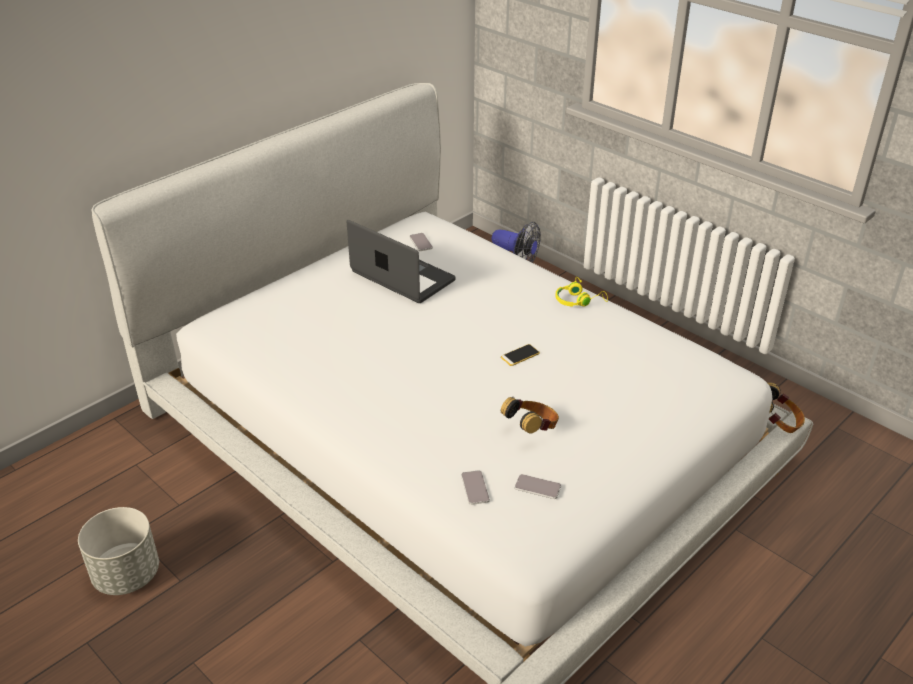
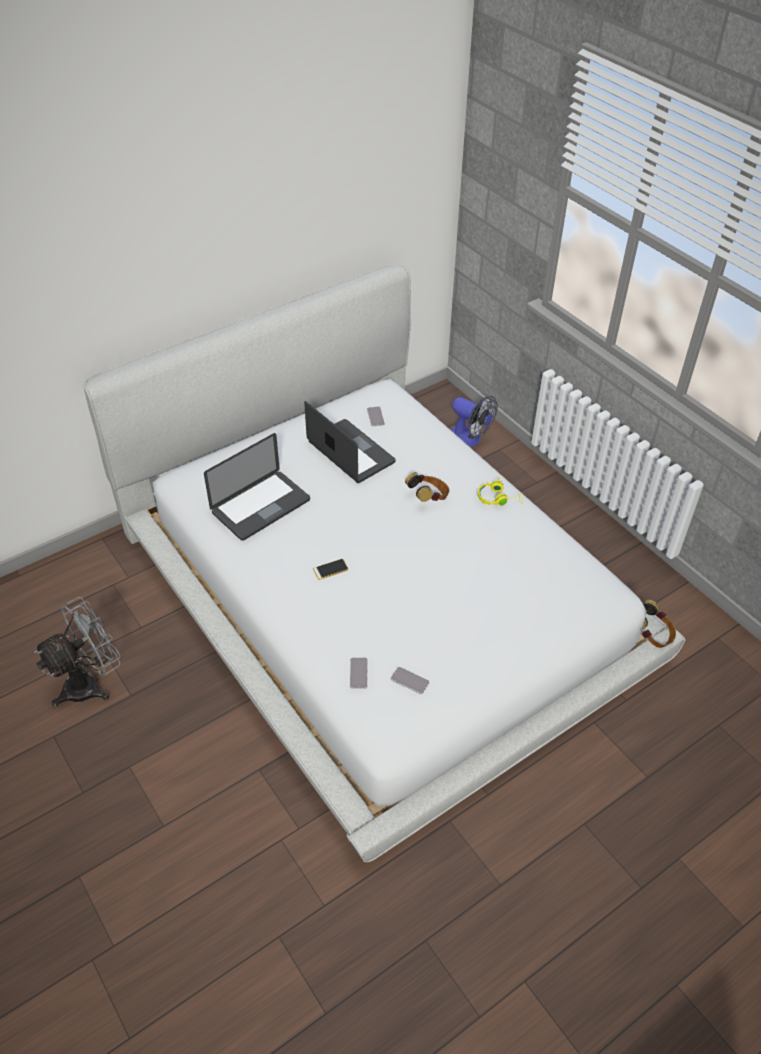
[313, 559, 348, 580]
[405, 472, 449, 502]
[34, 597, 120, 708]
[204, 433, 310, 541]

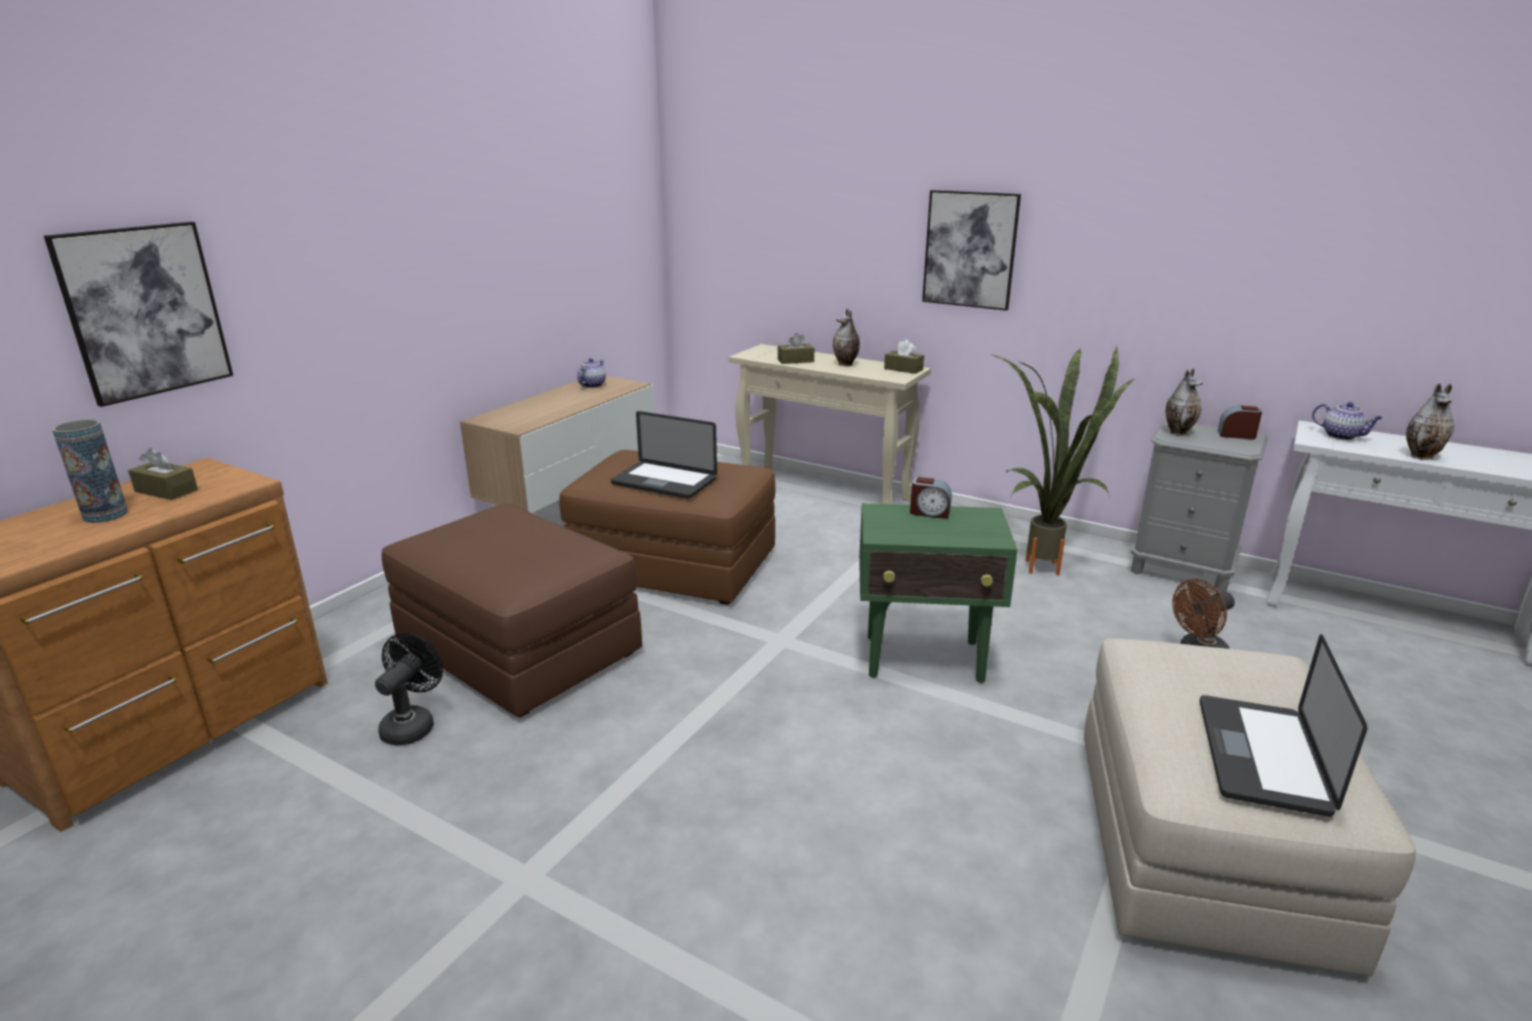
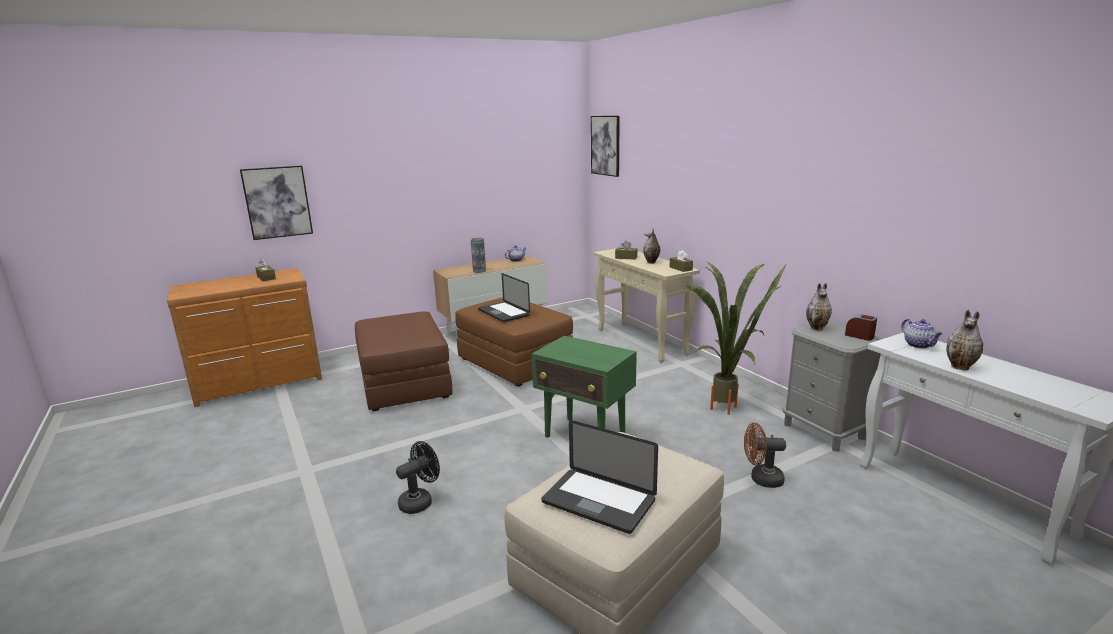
[591, 116, 620, 177]
[471, 238, 486, 273]
[910, 477, 952, 519] (first image)
[396, 441, 440, 514]
[541, 420, 658, 534]

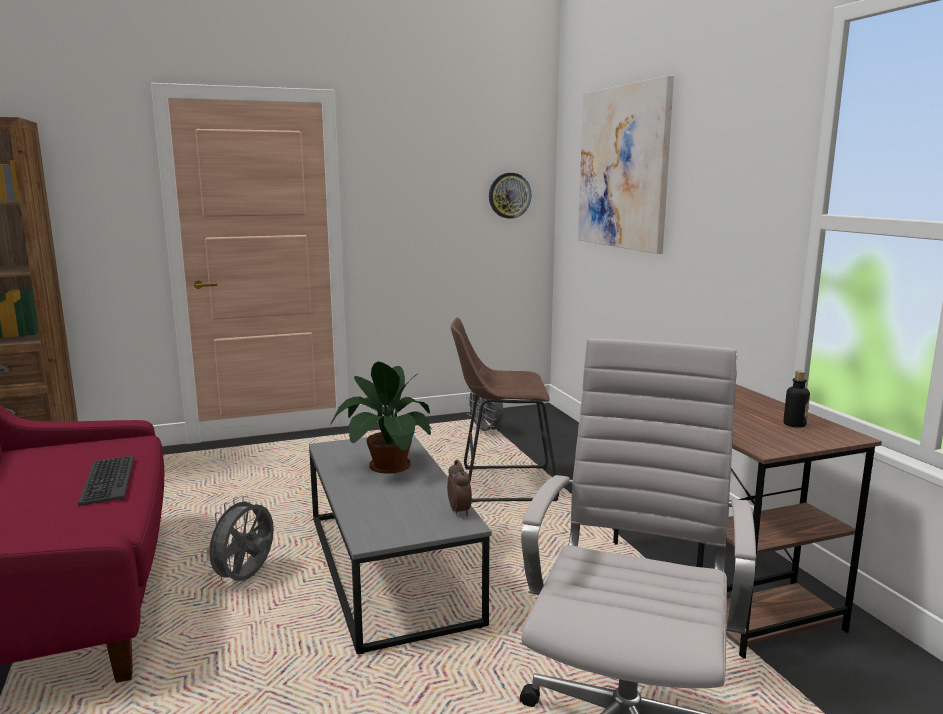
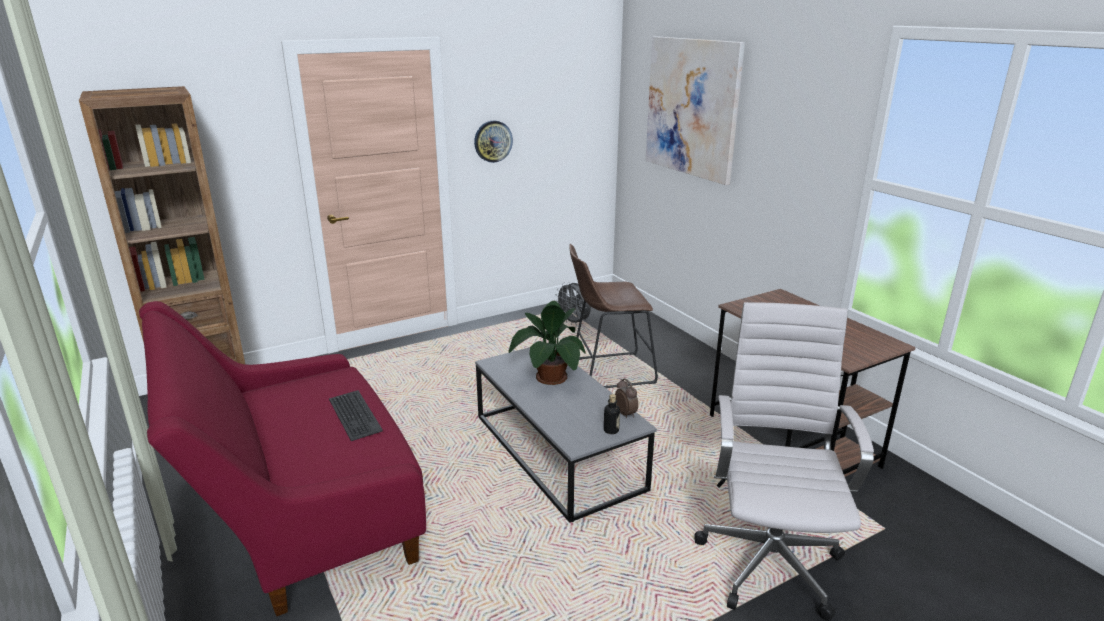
[474, 120, 513, 163]
[604, 394, 620, 434]
[202, 496, 274, 583] (first image)

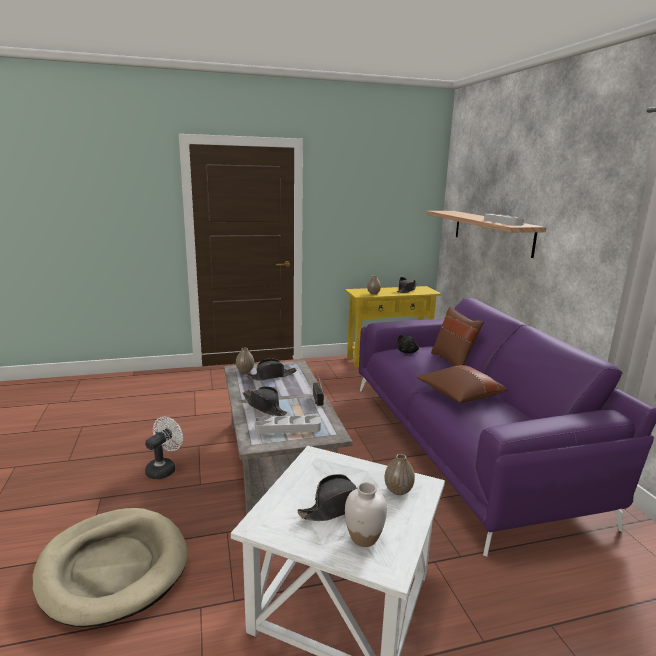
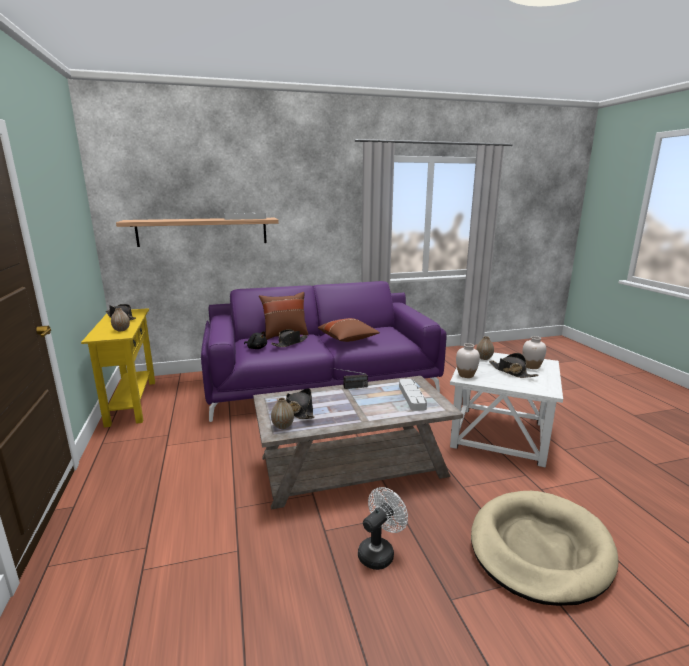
[271, 329, 308, 347]
[358, 487, 408, 570]
[456, 343, 480, 378]

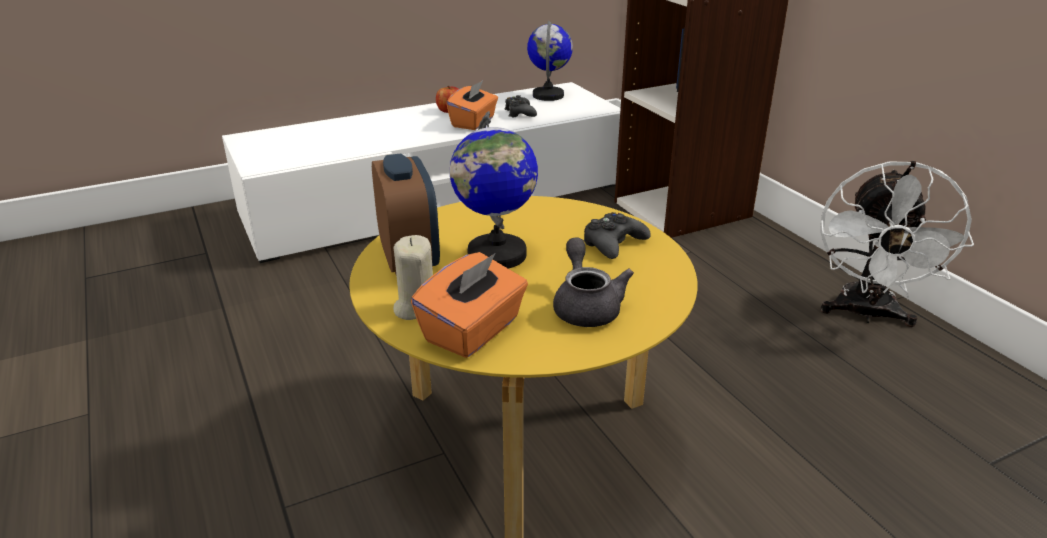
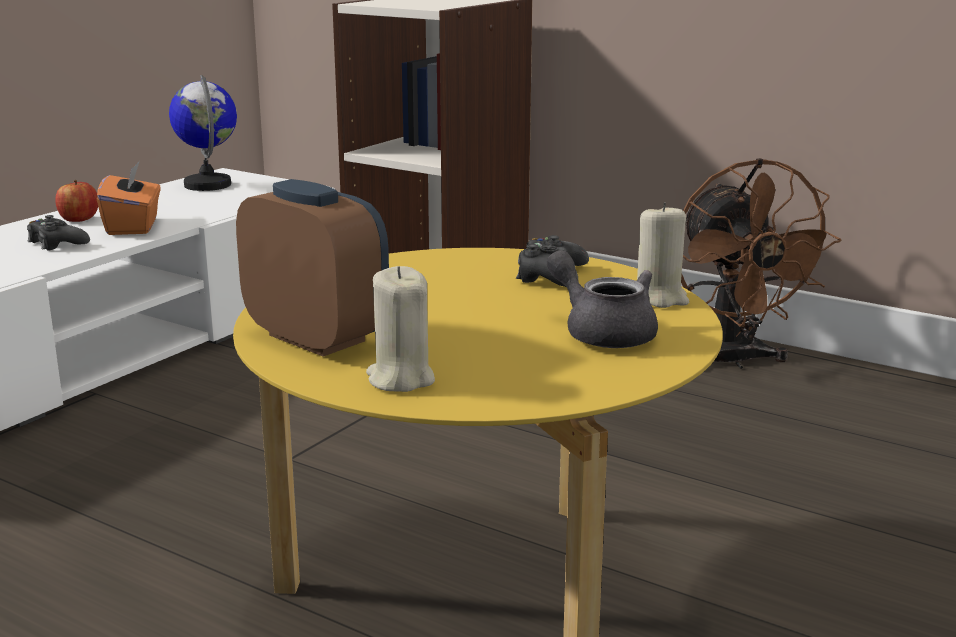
[27, 215, 90, 251]
[450, 111, 538, 269] (first image)
[681, 158, 841, 369]
[411, 252, 528, 358] (first image)
[637, 202, 689, 308]

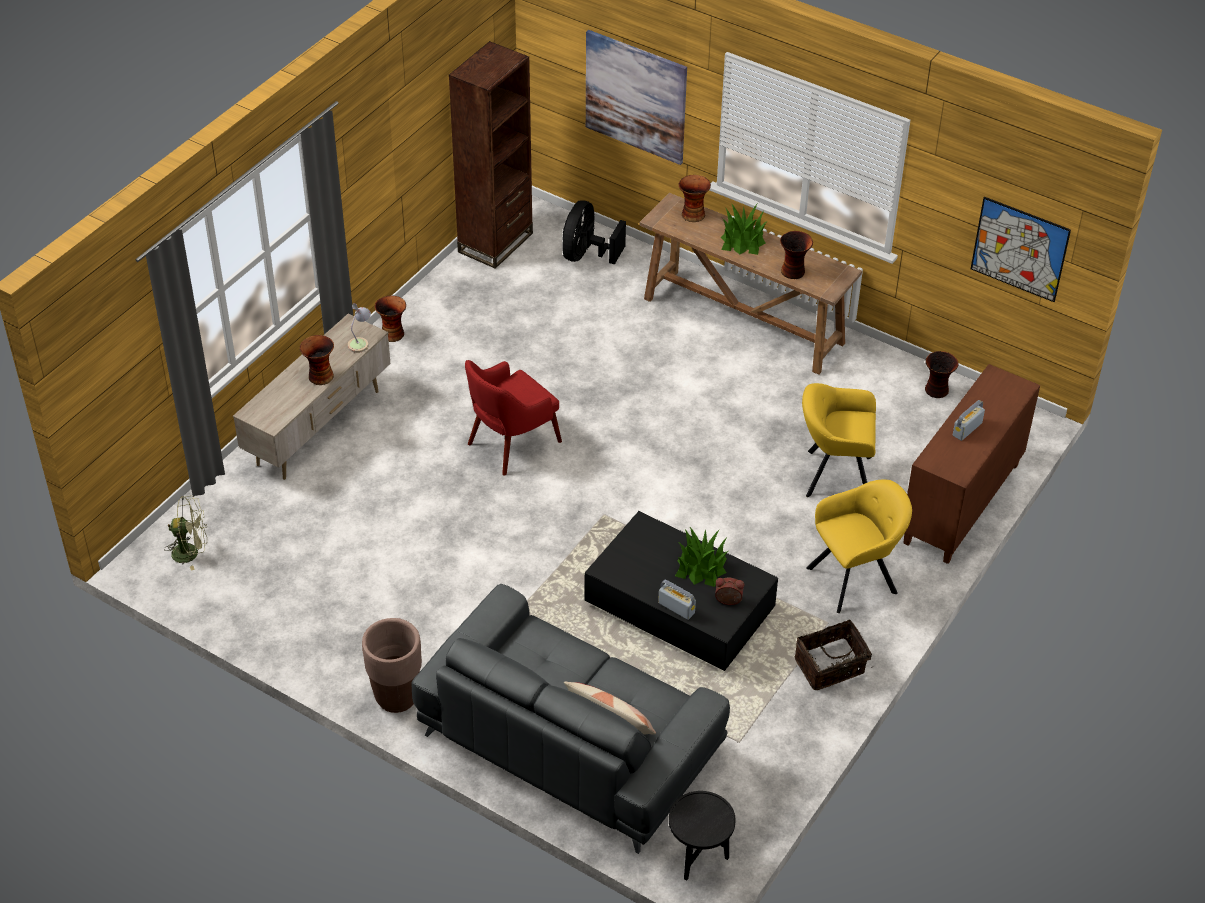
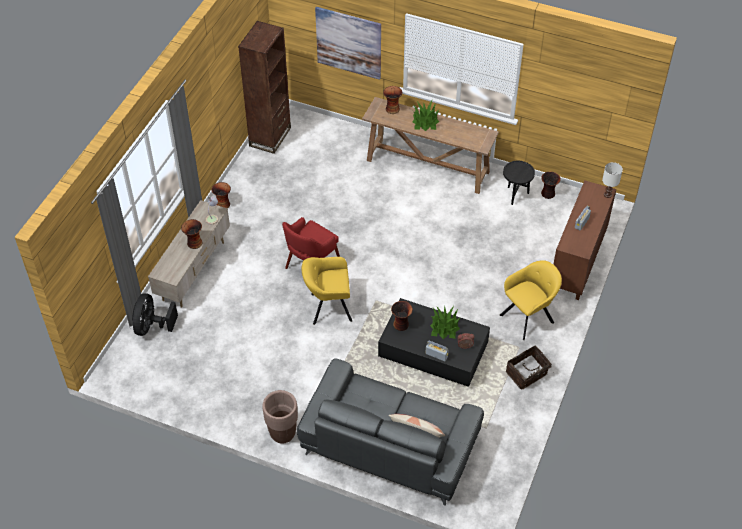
[971, 197, 1071, 302] (first image)
[132, 293, 178, 336]
[391, 301, 413, 331]
[301, 257, 352, 325]
[164, 496, 207, 571] (first image)
[503, 161, 535, 205]
[602, 162, 623, 198]

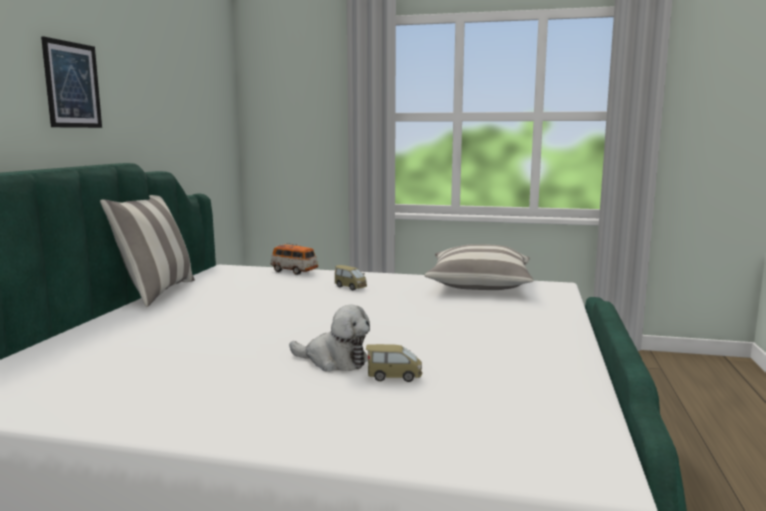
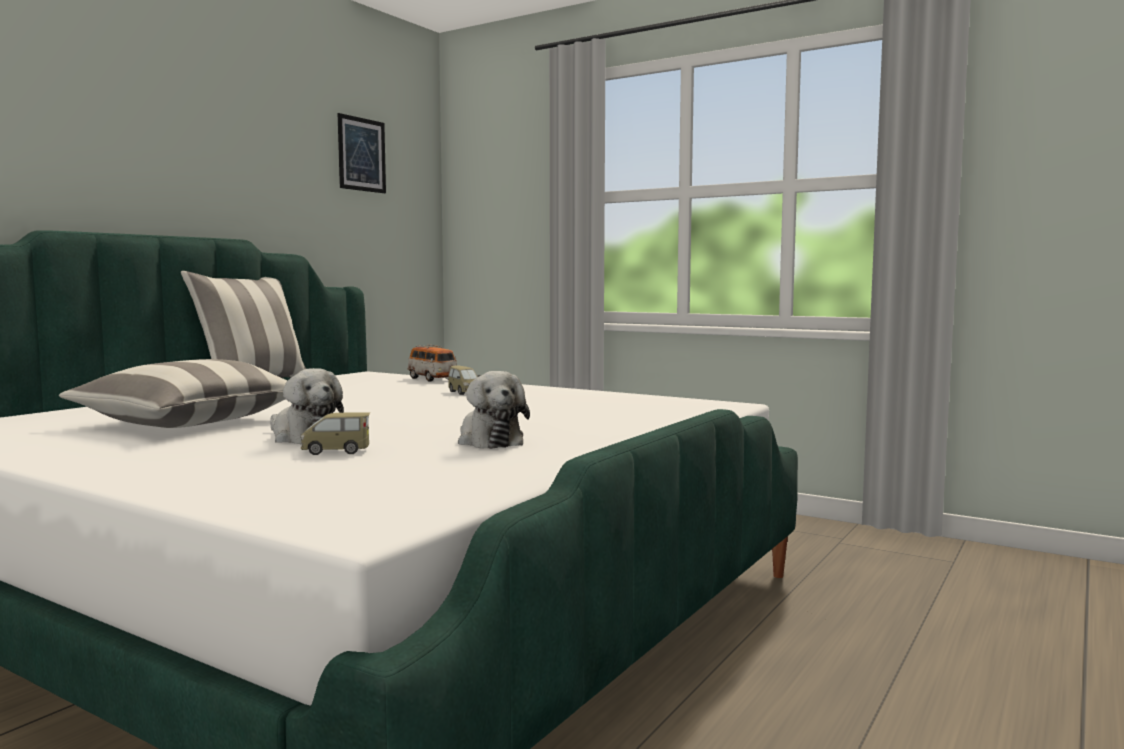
[338, 113, 386, 193]
[59, 359, 288, 428]
[301, 412, 370, 455]
[458, 371, 530, 449]

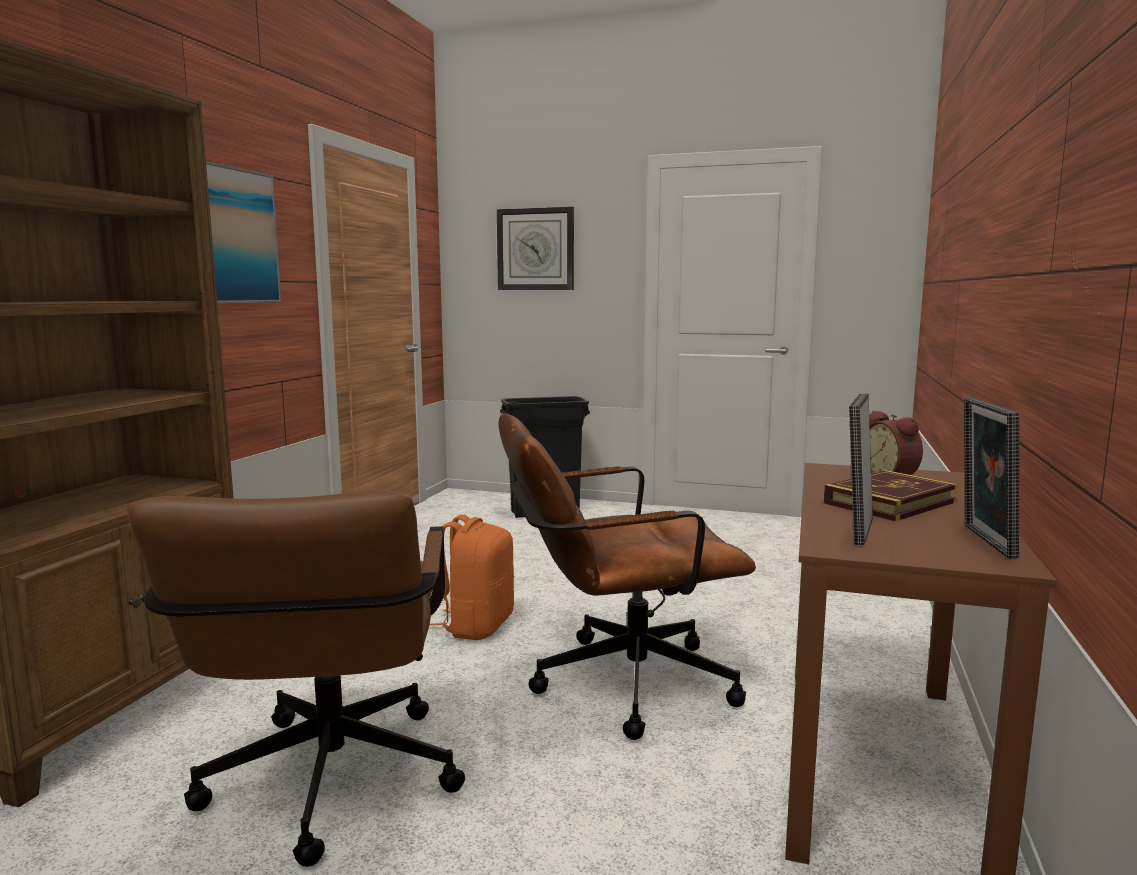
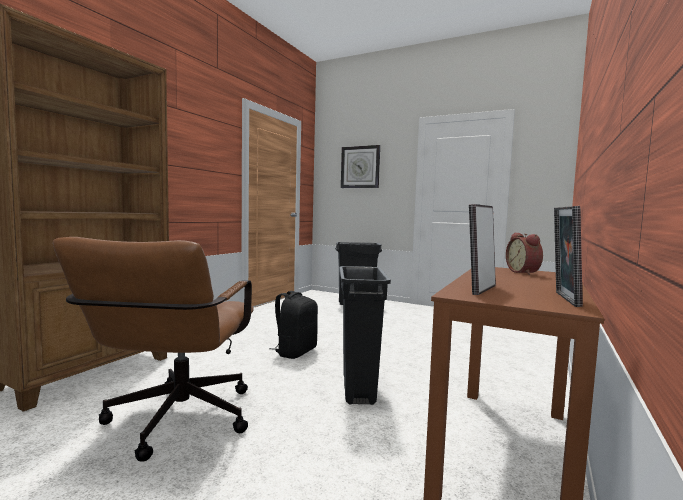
[206, 161, 282, 304] (first image)
[340, 266, 391, 405]
[824, 470, 958, 521] (first image)
[269, 291, 318, 359]

